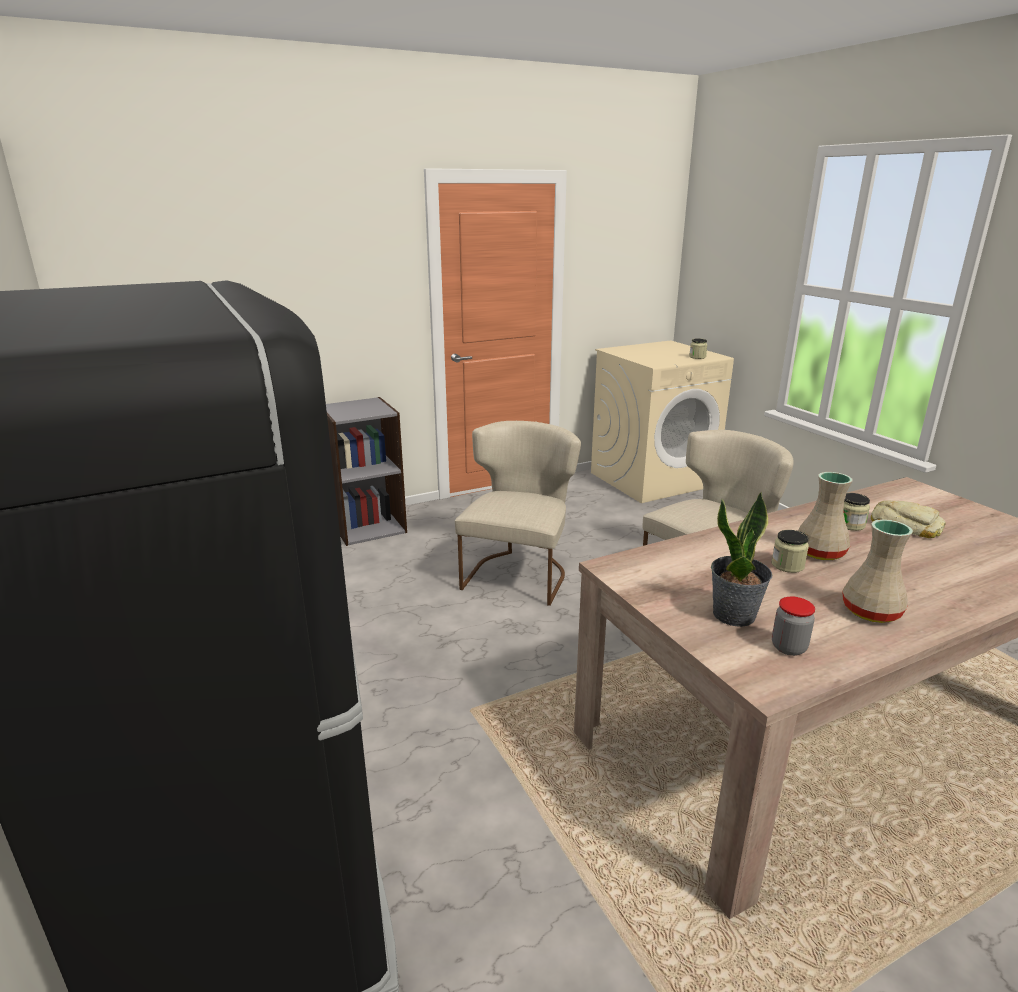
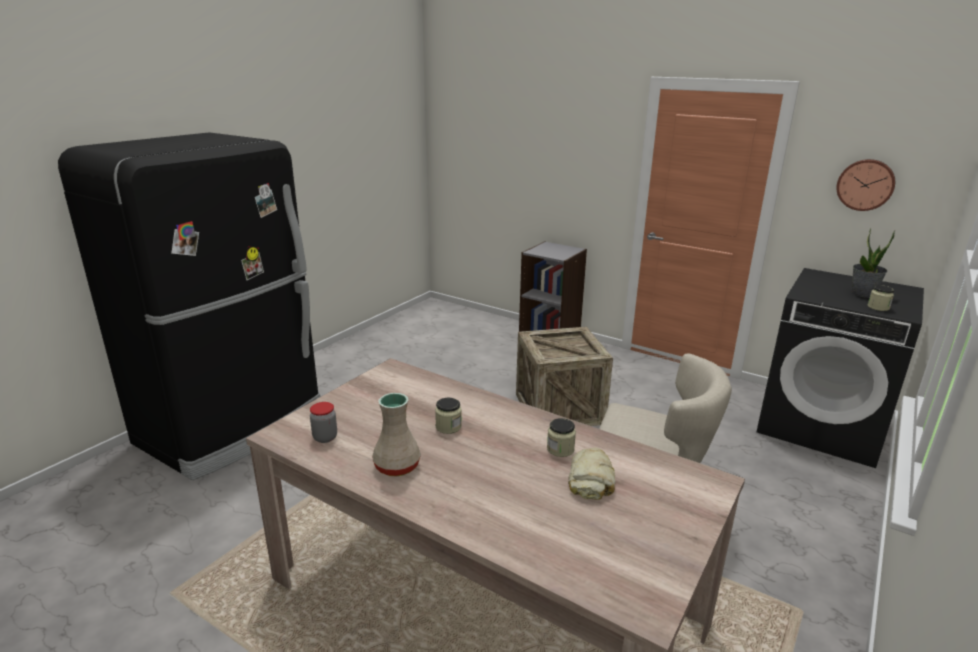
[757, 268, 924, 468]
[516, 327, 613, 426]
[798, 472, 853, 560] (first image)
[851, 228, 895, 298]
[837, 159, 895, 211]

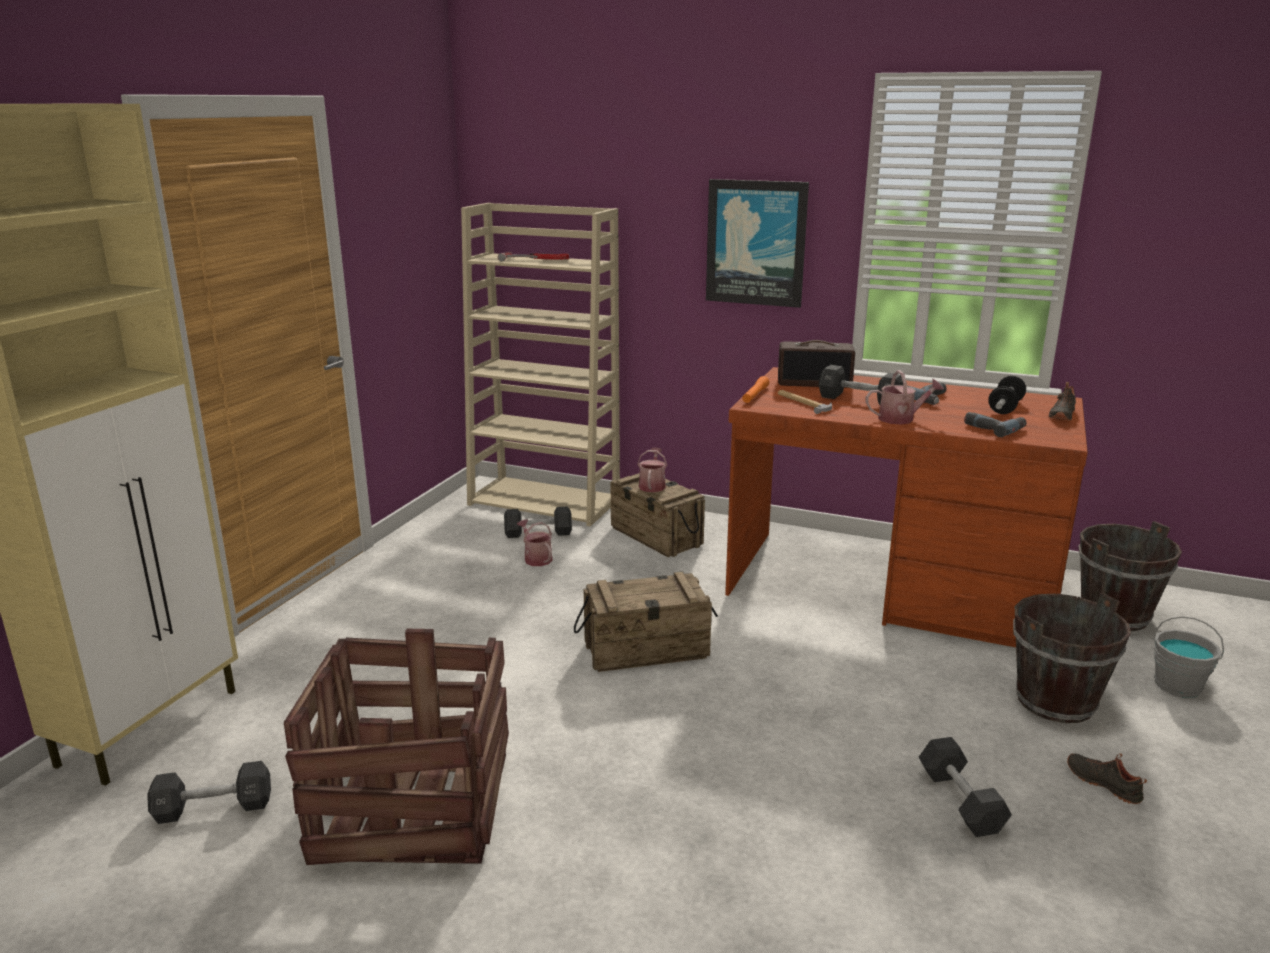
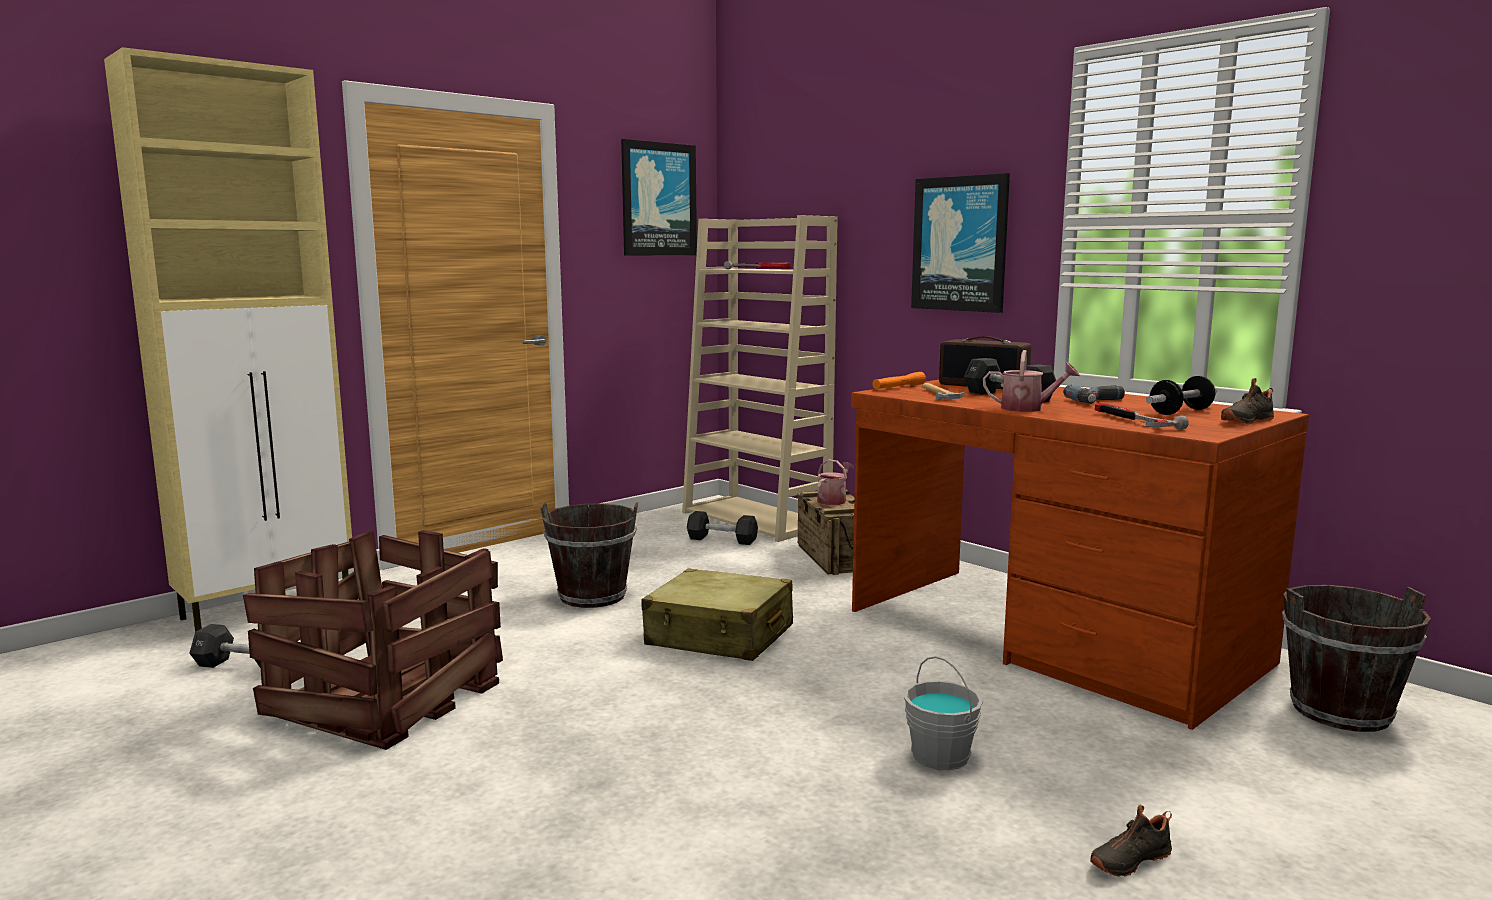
[1095, 403, 1189, 429]
[517, 519, 553, 566] (first image)
[641, 568, 793, 661]
[540, 502, 638, 608]
[904, 656, 983, 770]
[918, 737, 1012, 837] (first image)
[1090, 805, 1172, 877]
[621, 139, 697, 256]

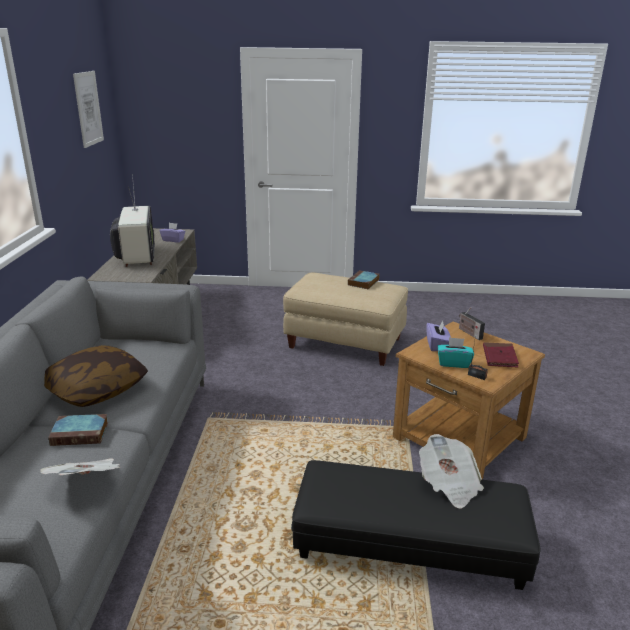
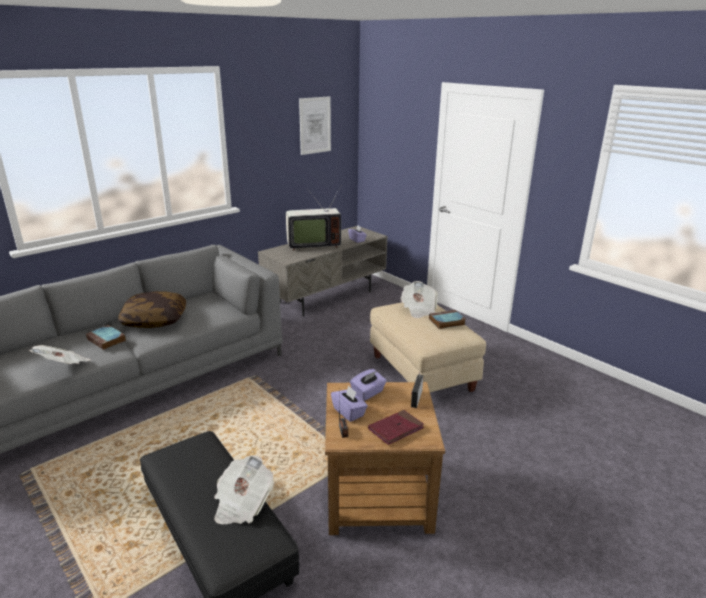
[286, 186, 341, 251]
[331, 385, 368, 422]
[400, 281, 438, 318]

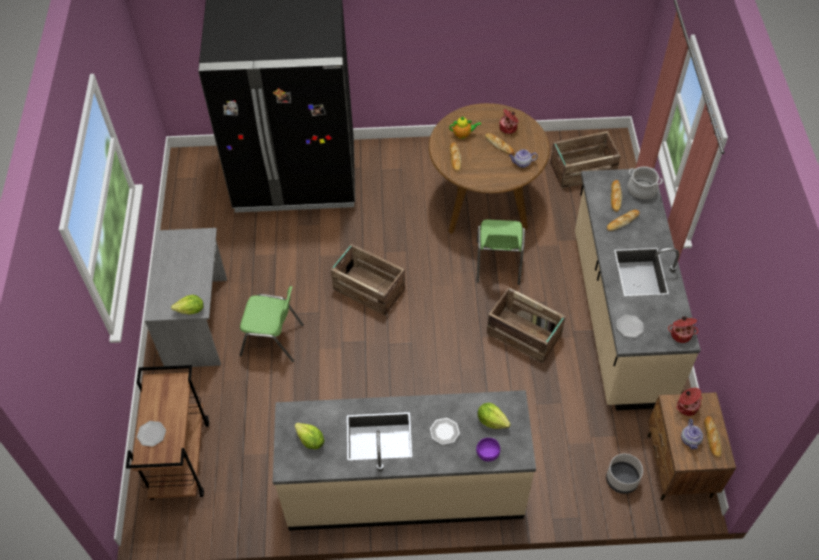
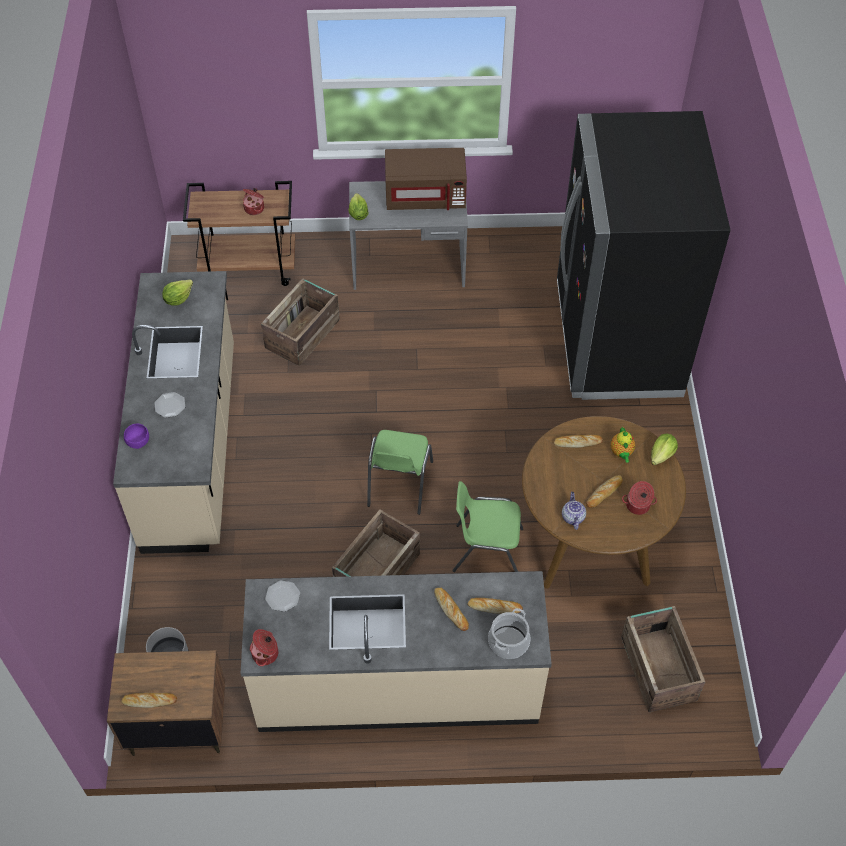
[261, 278, 340, 366]
[367, 430, 433, 515]
[243, 188, 264, 215]
[651, 434, 678, 465]
[681, 419, 703, 450] (first image)
[137, 421, 166, 447] (first image)
[385, 148, 467, 210]

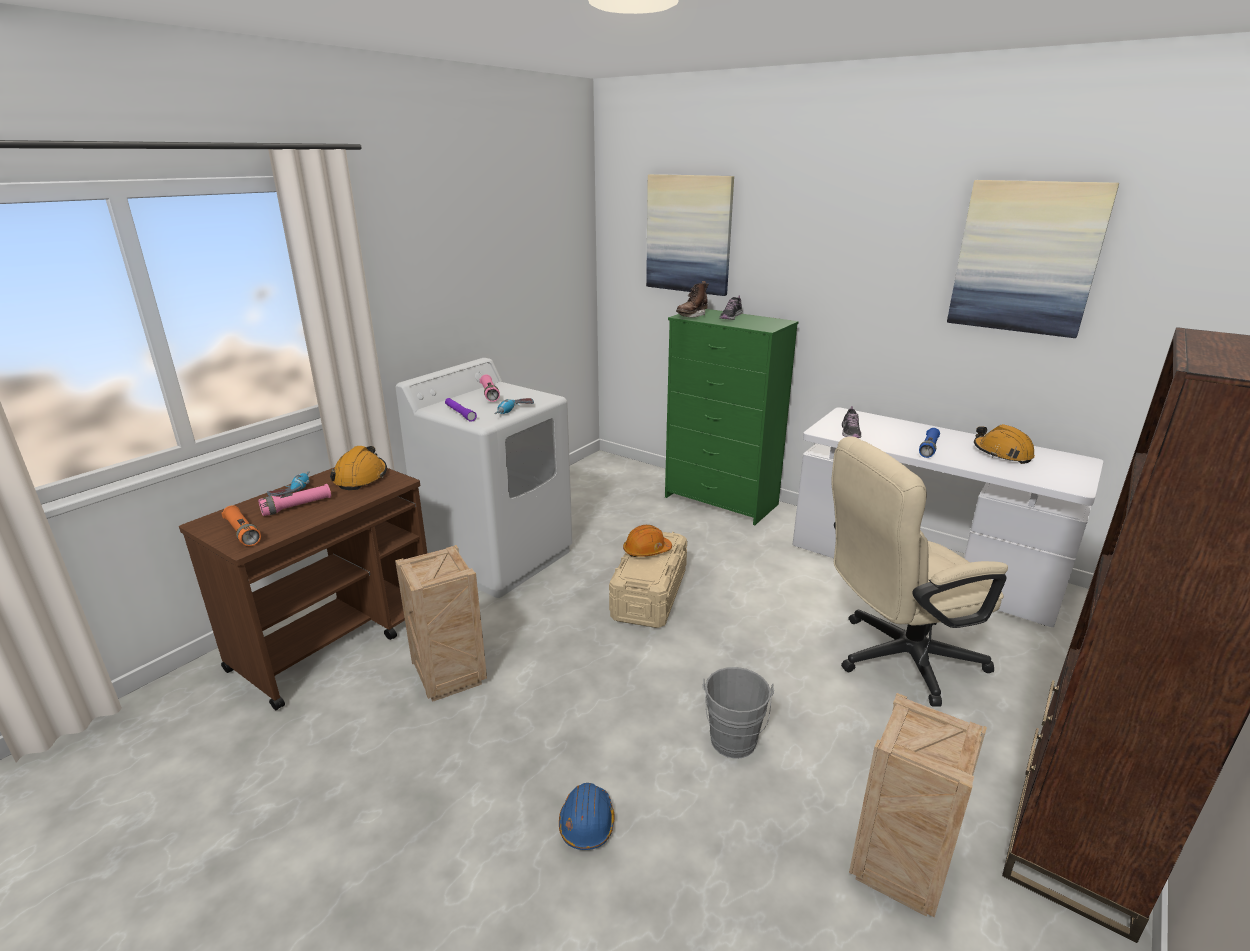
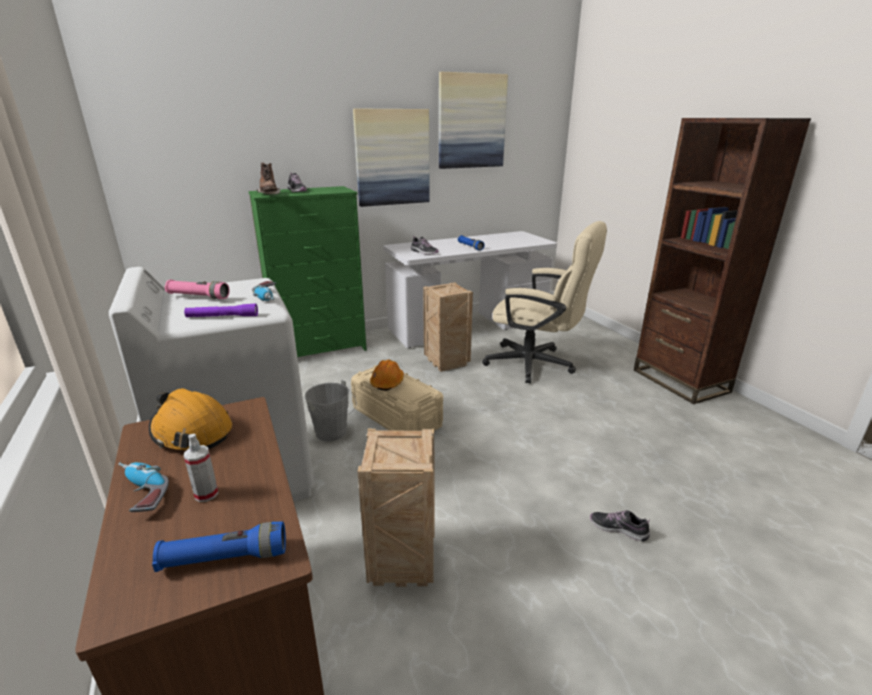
[353, 108, 430, 207]
[974, 424, 1035, 464] (first image)
[482, 221, 607, 383]
[184, 434, 218, 502]
[152, 521, 286, 572]
[305, 380, 357, 442]
[423, 282, 473, 372]
[590, 510, 650, 541]

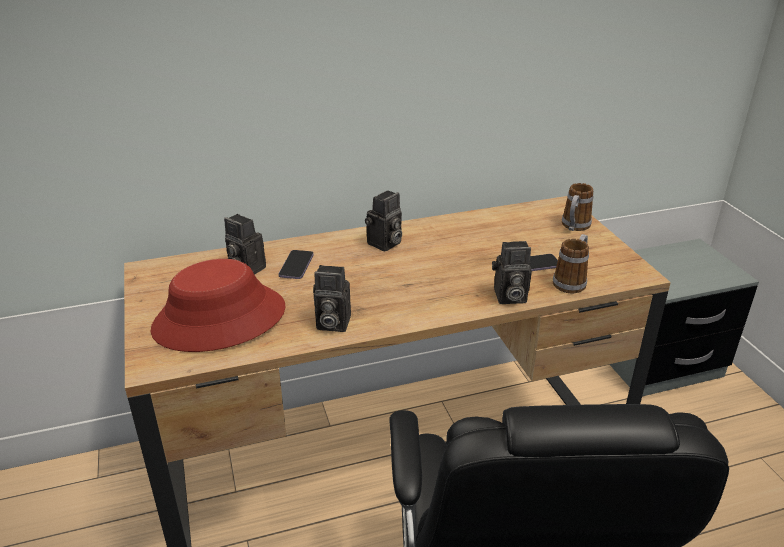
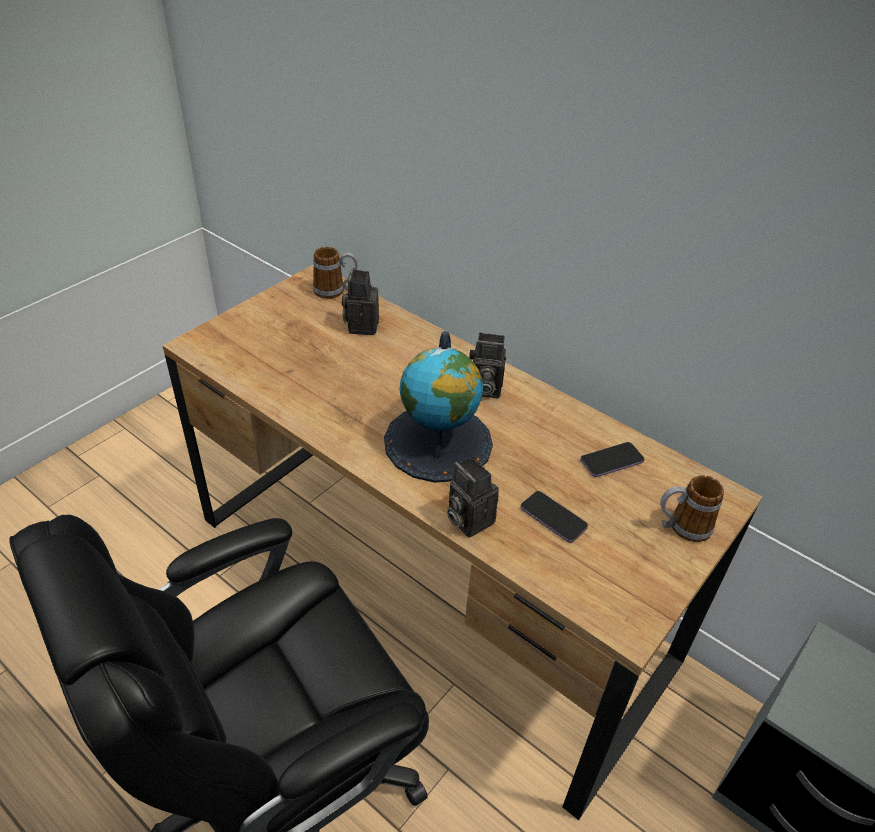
[313, 247, 358, 299]
[580, 442, 645, 477]
[151, 259, 286, 352] (first image)
[313, 265, 351, 332] (first image)
[384, 331, 493, 483]

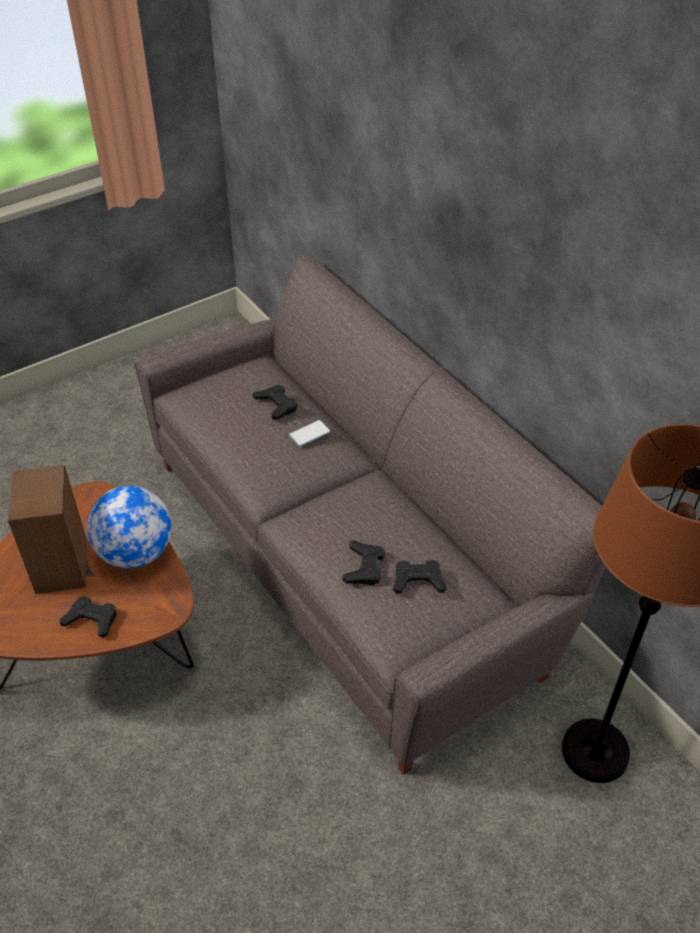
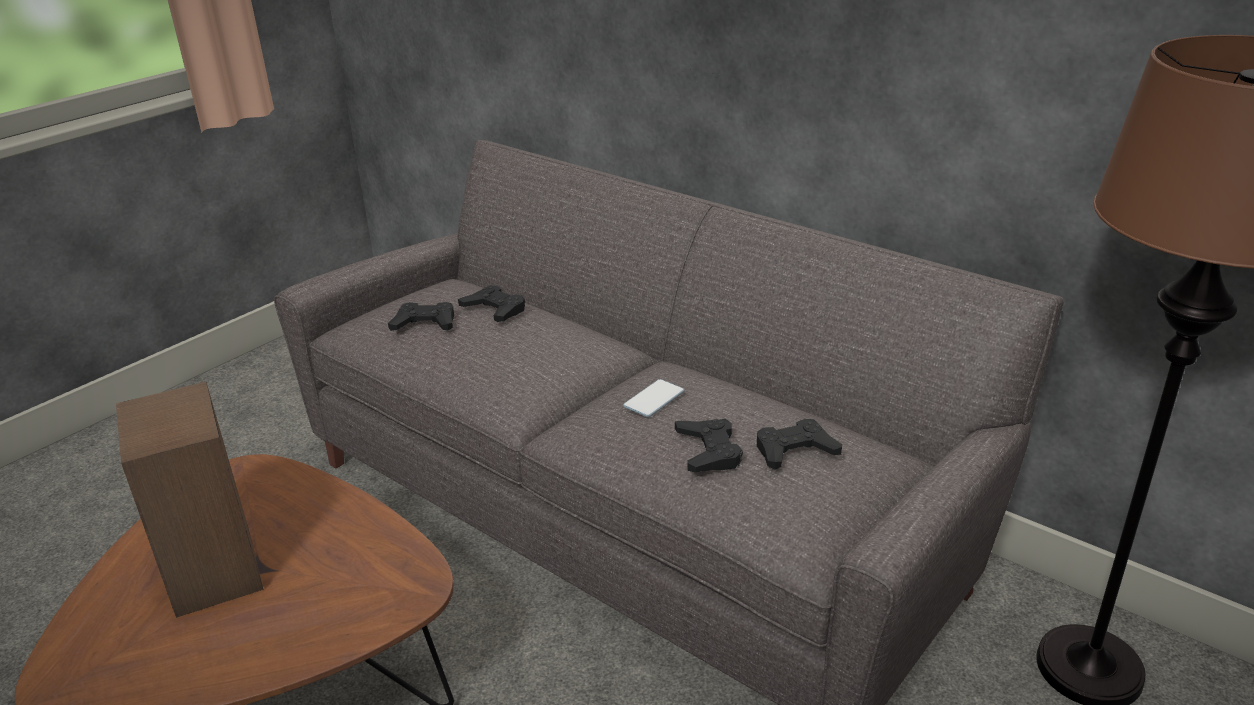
[623, 379, 684, 417]
[87, 486, 171, 569] (first image)
[388, 302, 454, 331]

